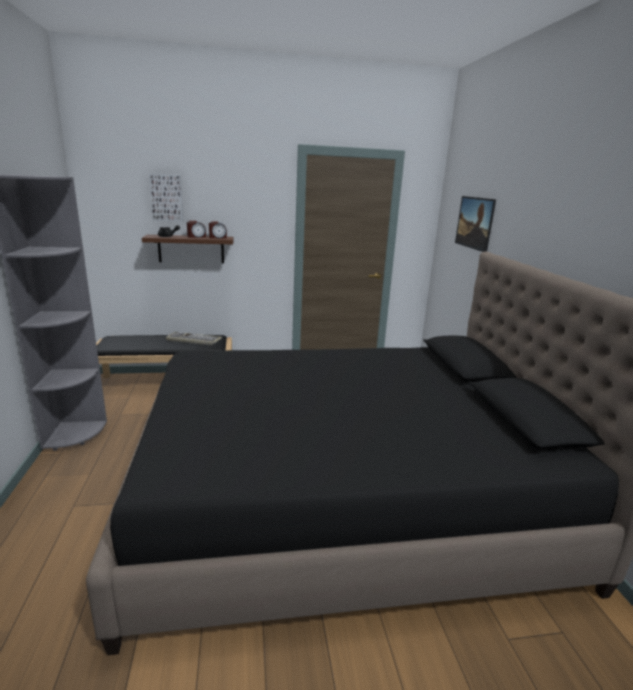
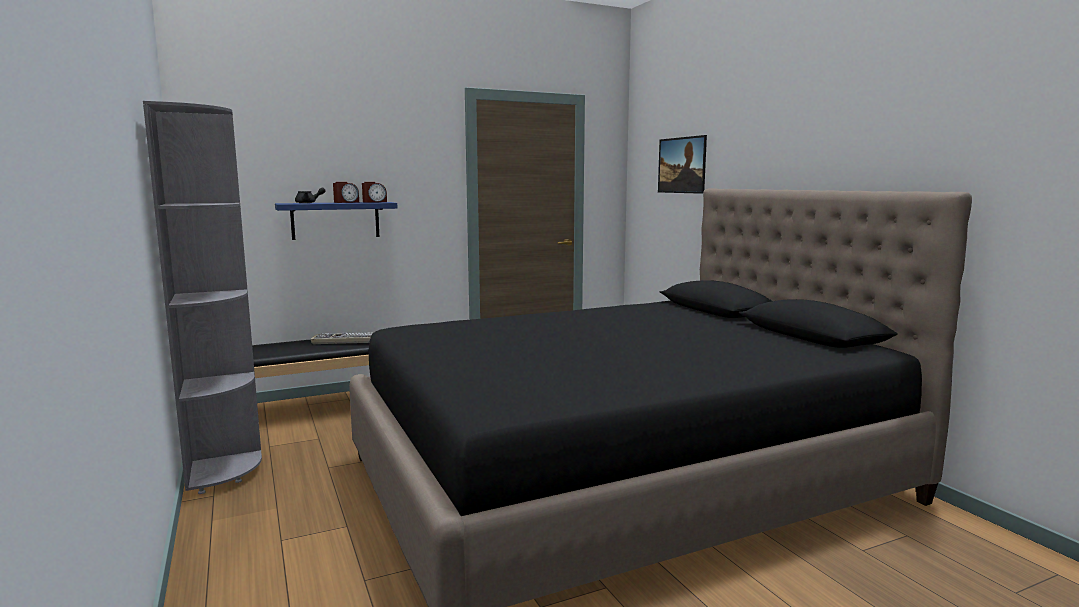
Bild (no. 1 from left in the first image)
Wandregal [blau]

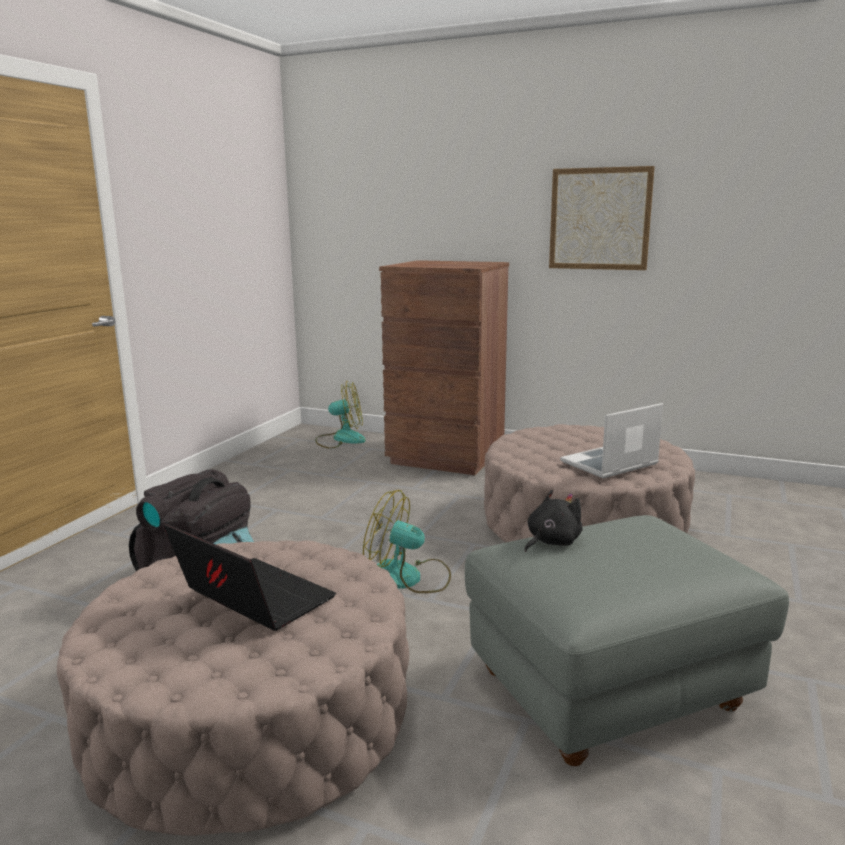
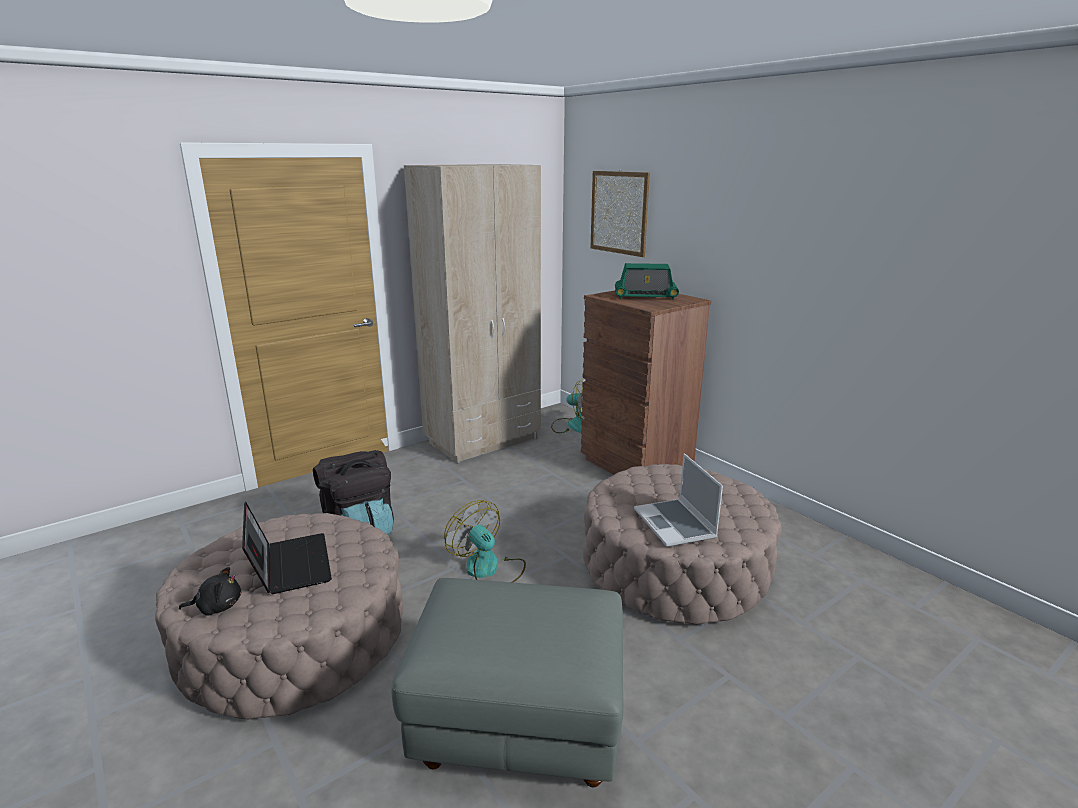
Kleiderschrank [beige]
Radio
Plüschtier [schwarz]
Bild
Laptop (no. 2 from left)

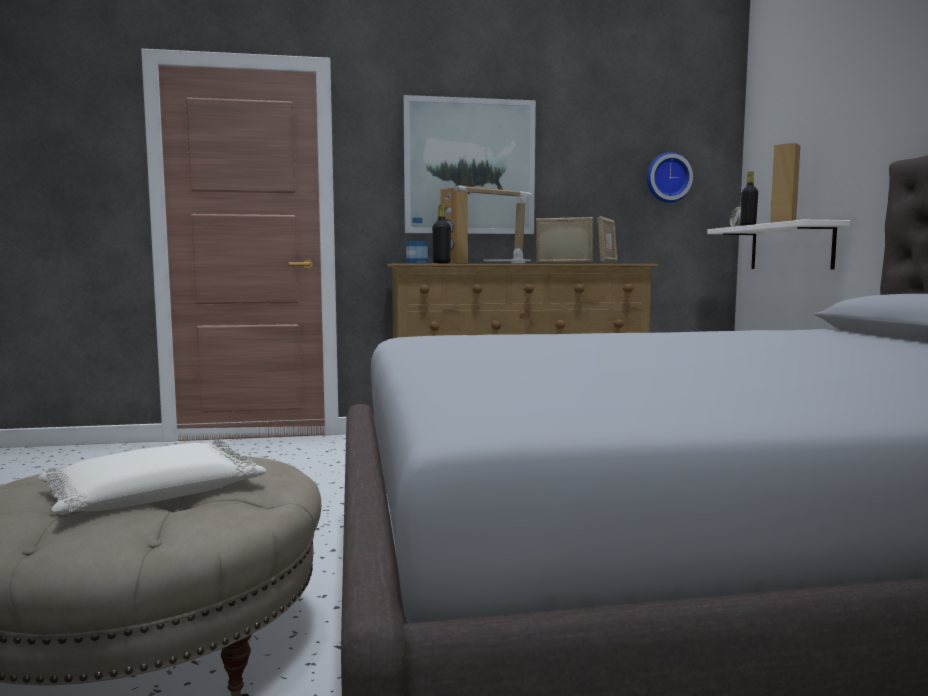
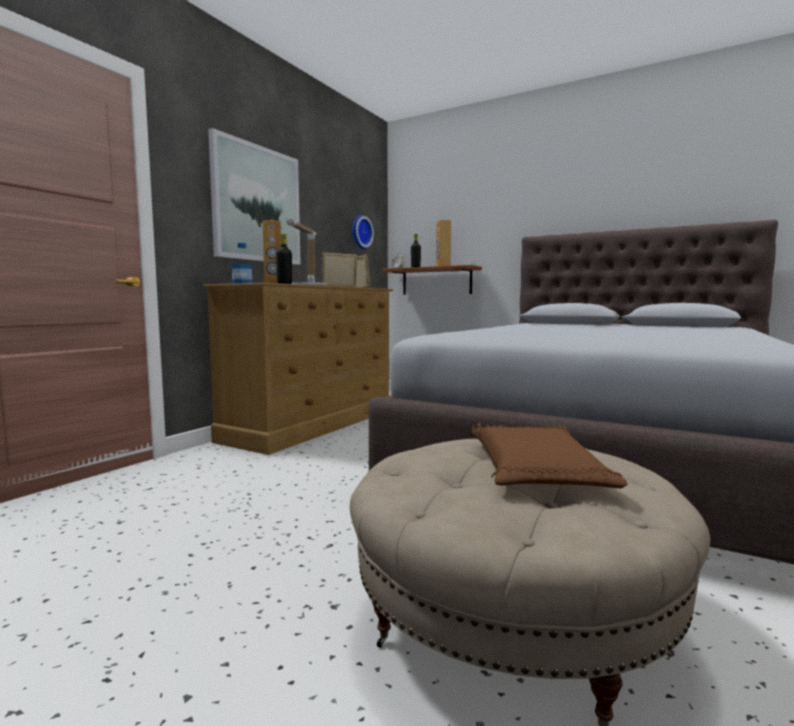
Kissen [braun]
Wandregal [braun]

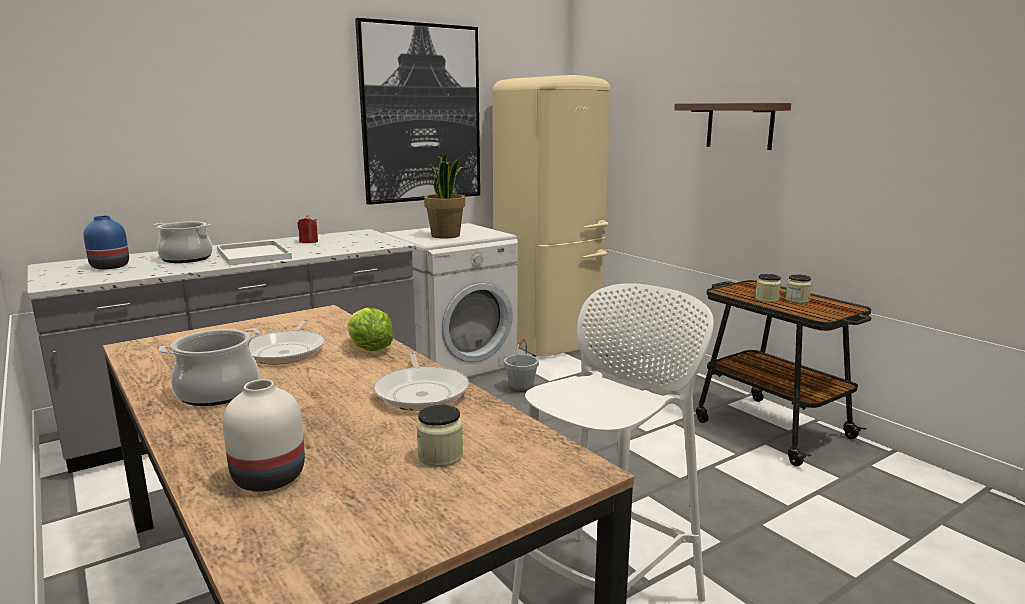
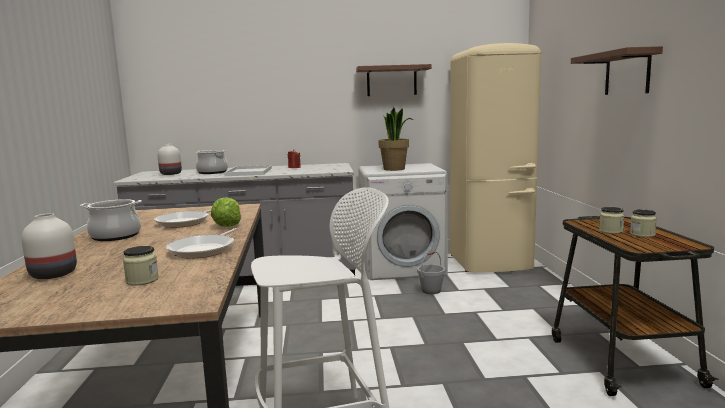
Wandregal [braun] (no. 1 from left)
Vase [weiß] (no. 2 from left)

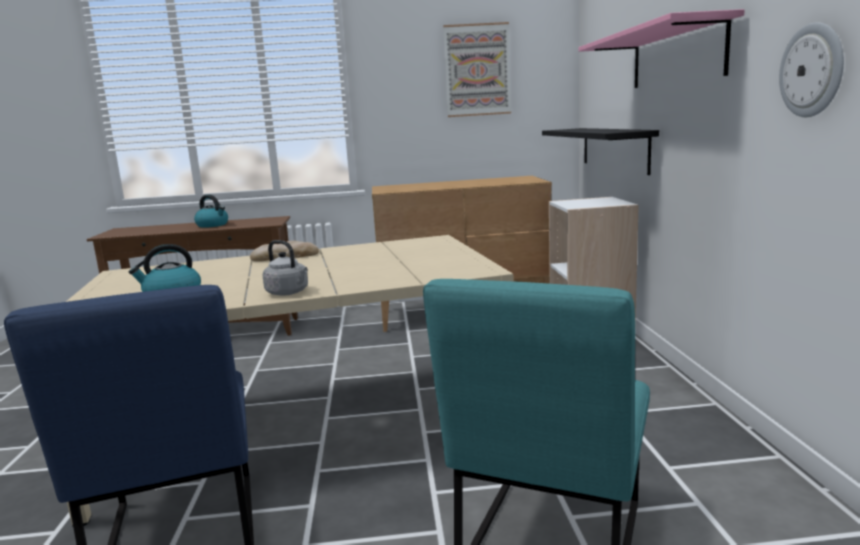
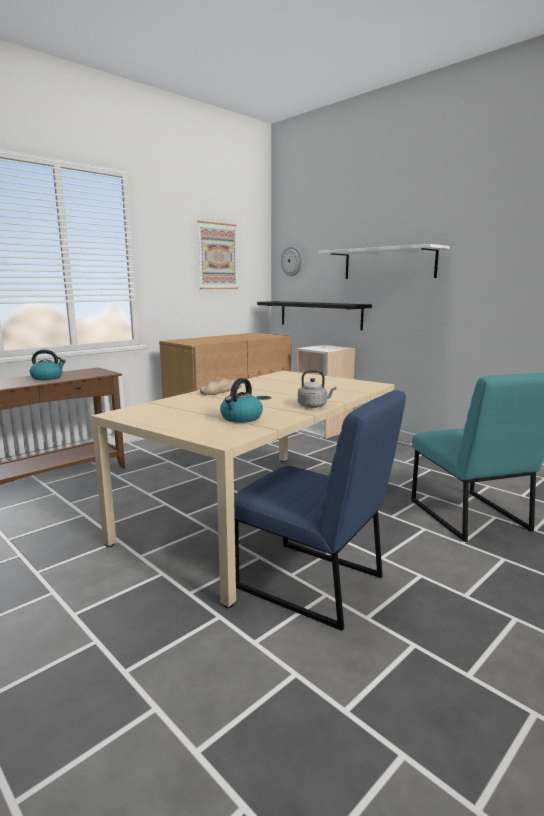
Wanduhr
Wandregal [weiß]

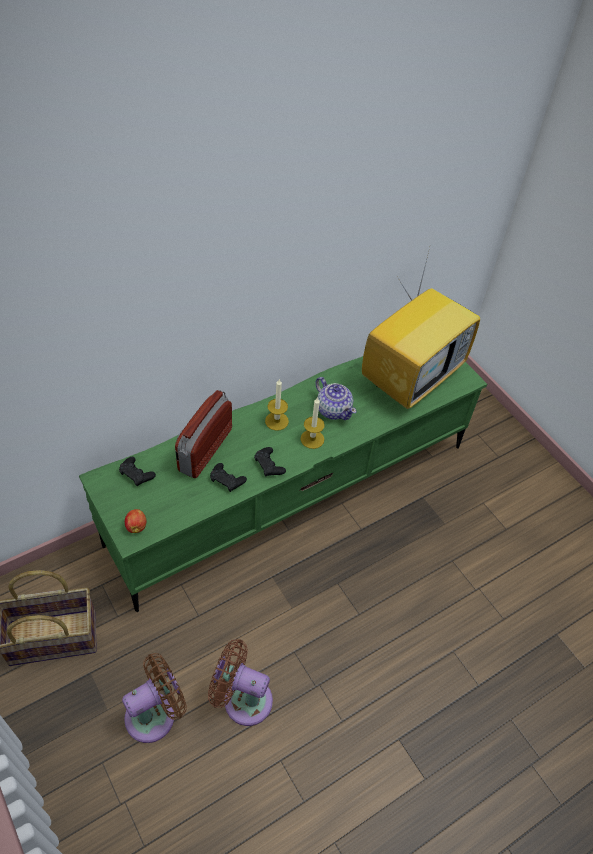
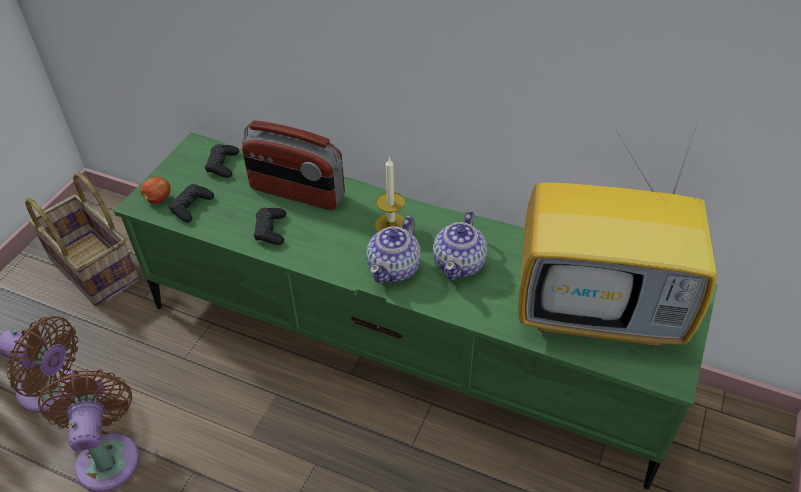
Gamepad [schwarz] (no. 1 from left)
Teekanne (no. 1 from left)
Radio

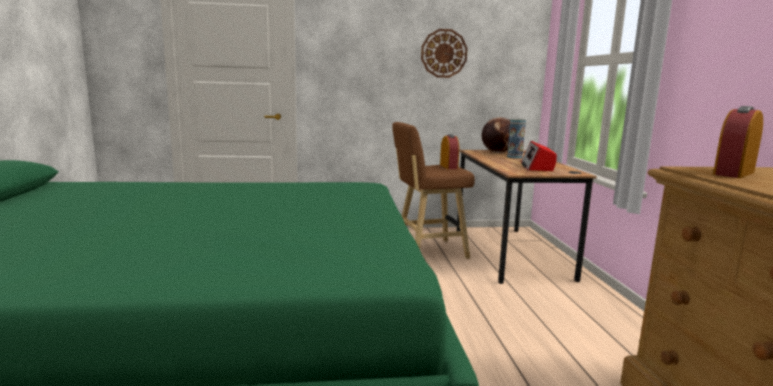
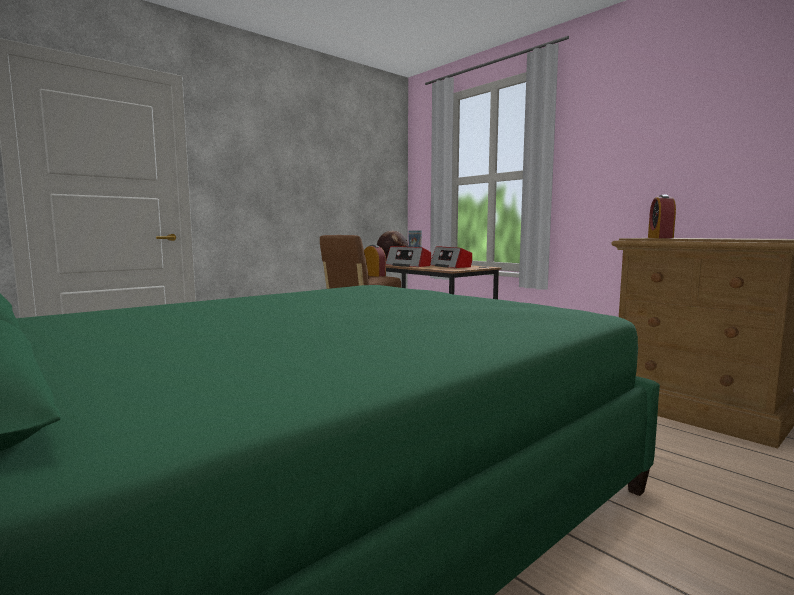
Wanduhr
Radio (no. 1 from left)

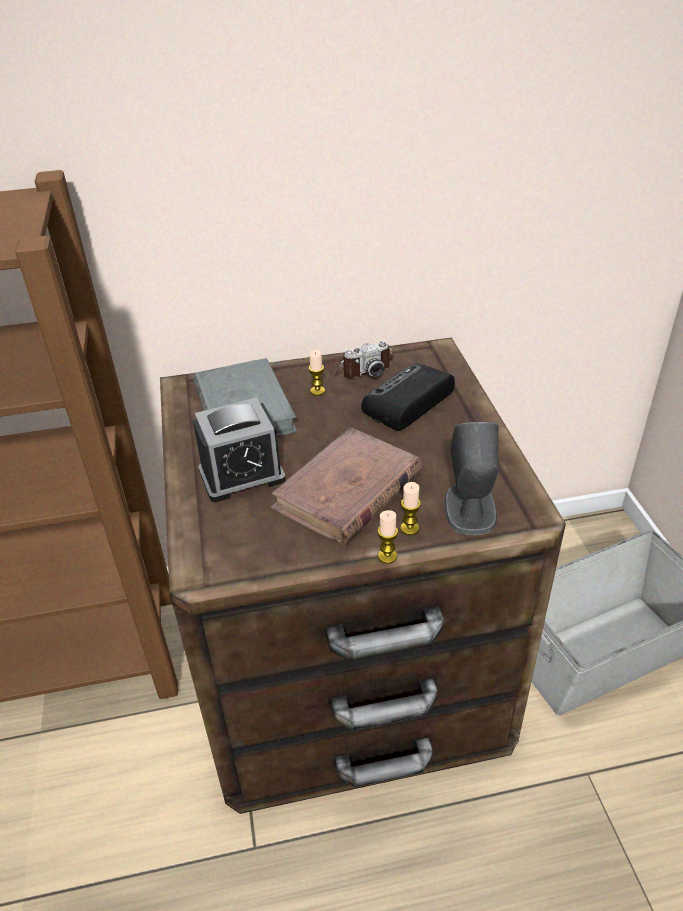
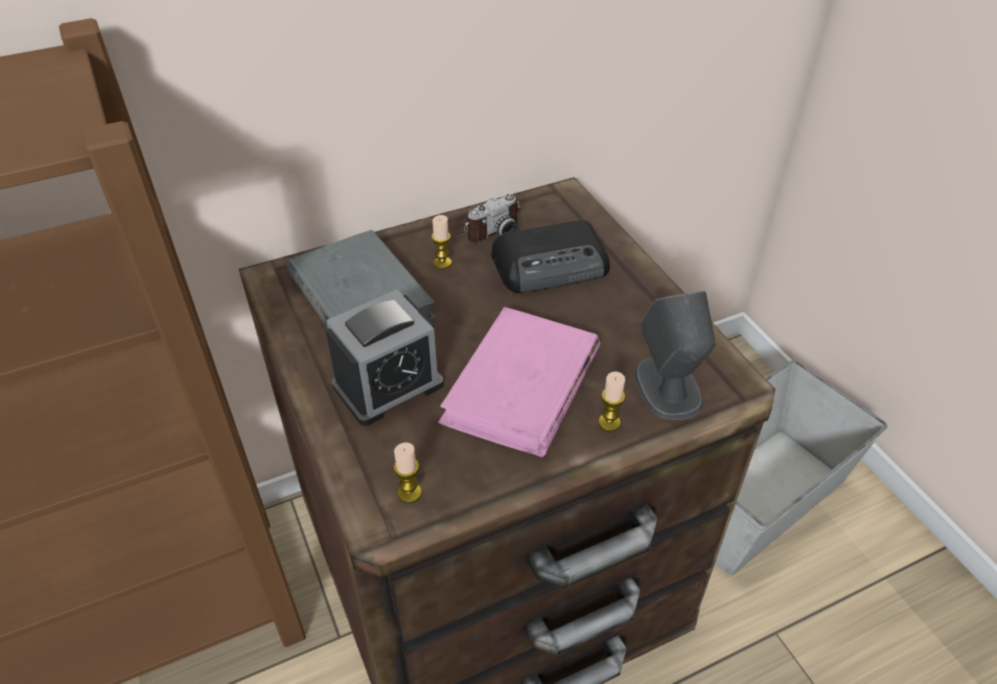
Kerze (no. 1 from left)
Buch [rosa]
Radio

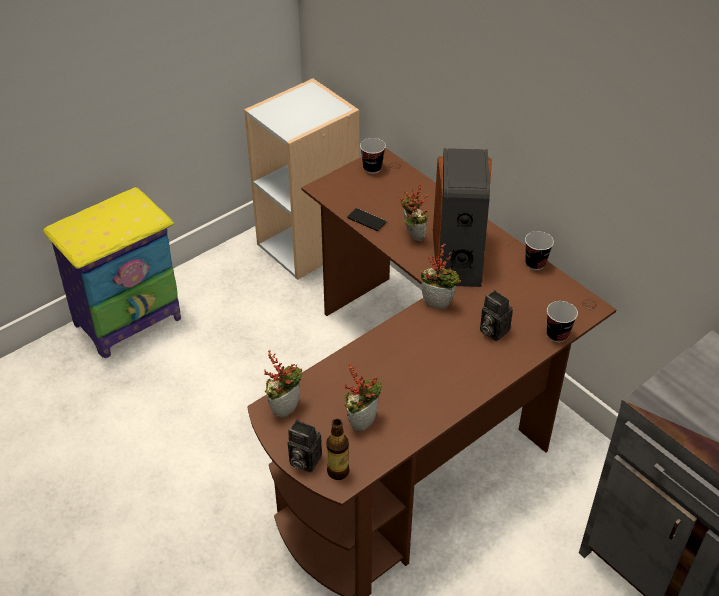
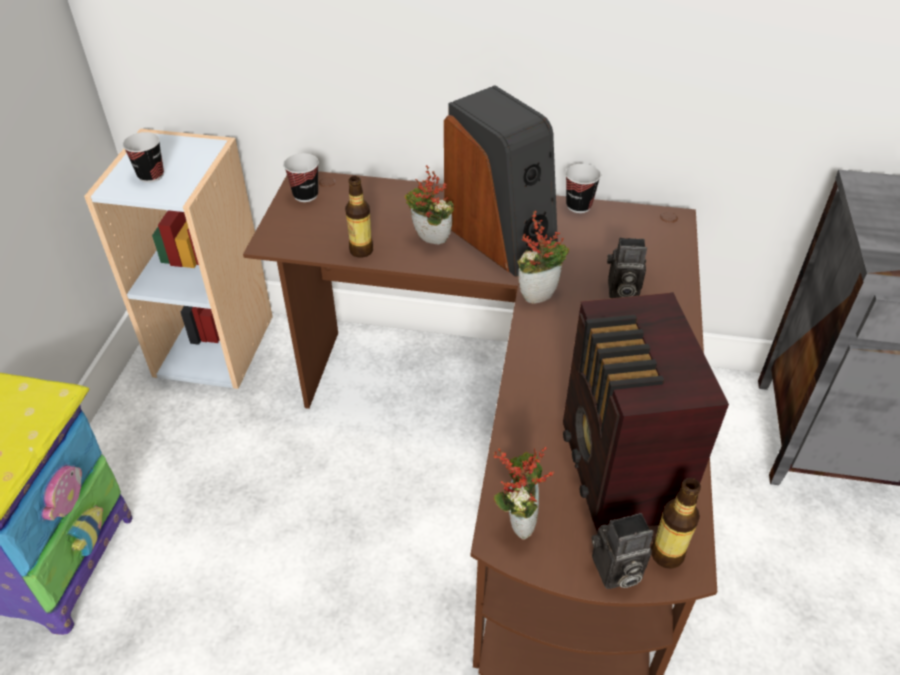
Tasse (no. 1 from left)
Radio
Flasche (no. 1 from left)

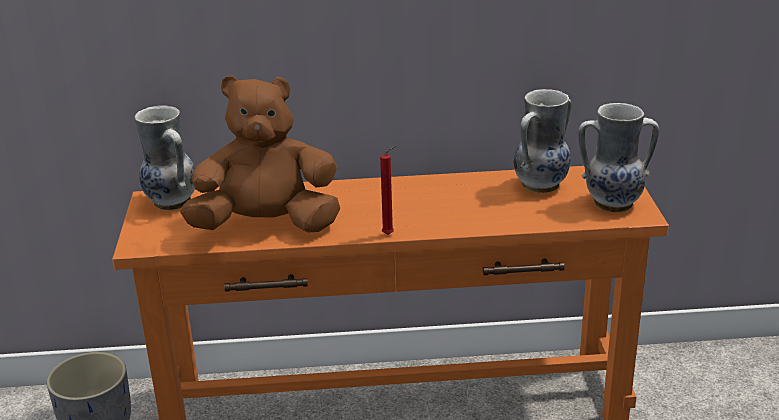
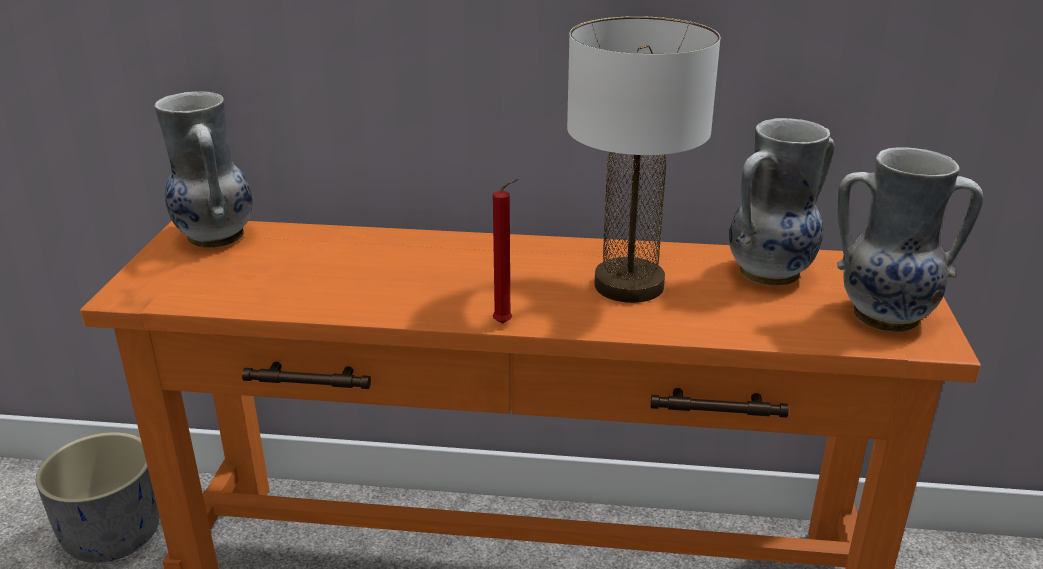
Plüschtier [braun]
Tischlampe

